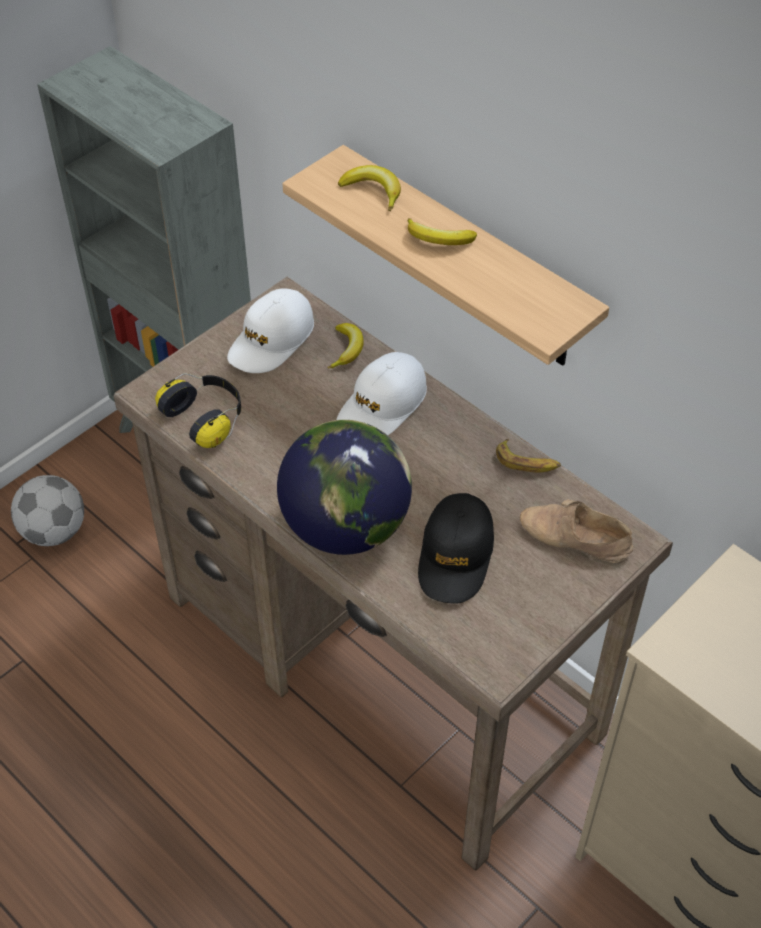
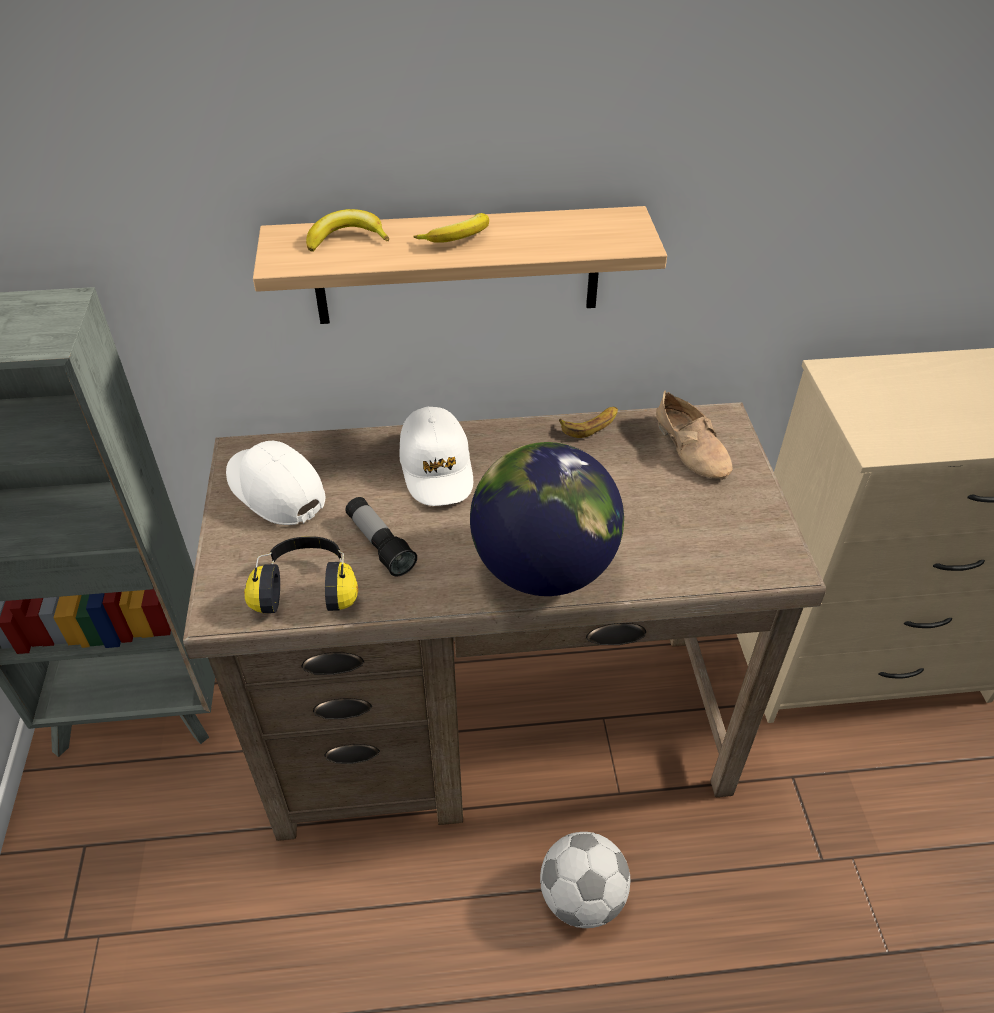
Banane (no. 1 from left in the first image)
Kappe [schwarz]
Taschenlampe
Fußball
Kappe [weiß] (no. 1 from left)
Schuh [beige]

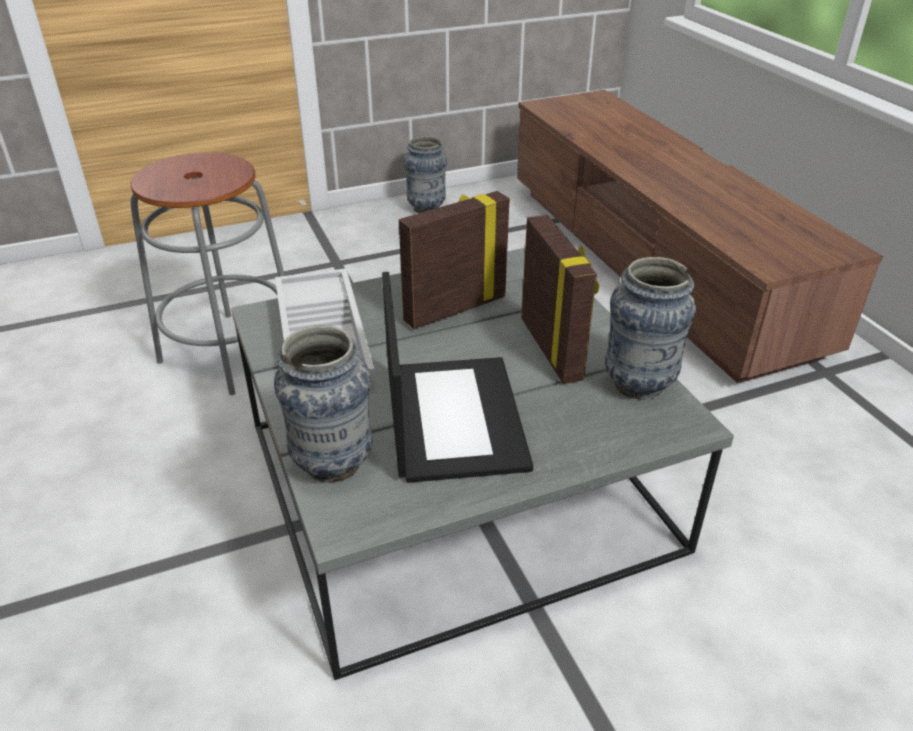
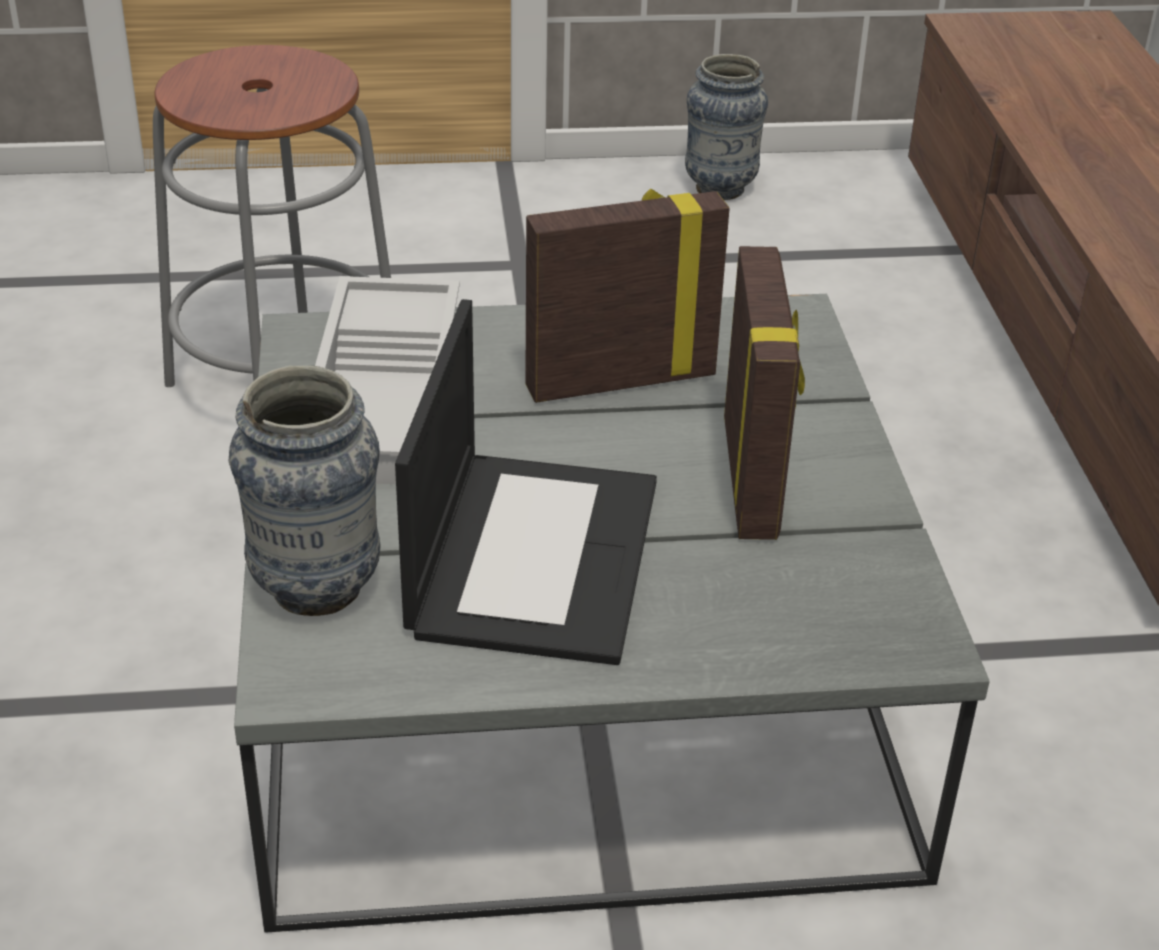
Vase (no. 3 from left in the first image)

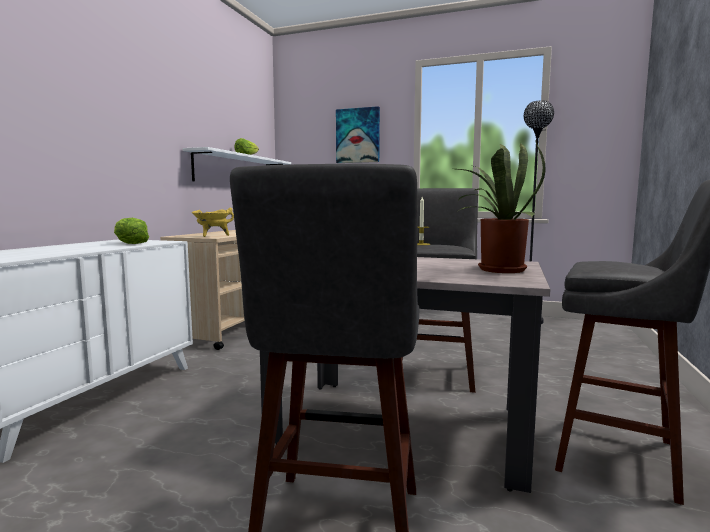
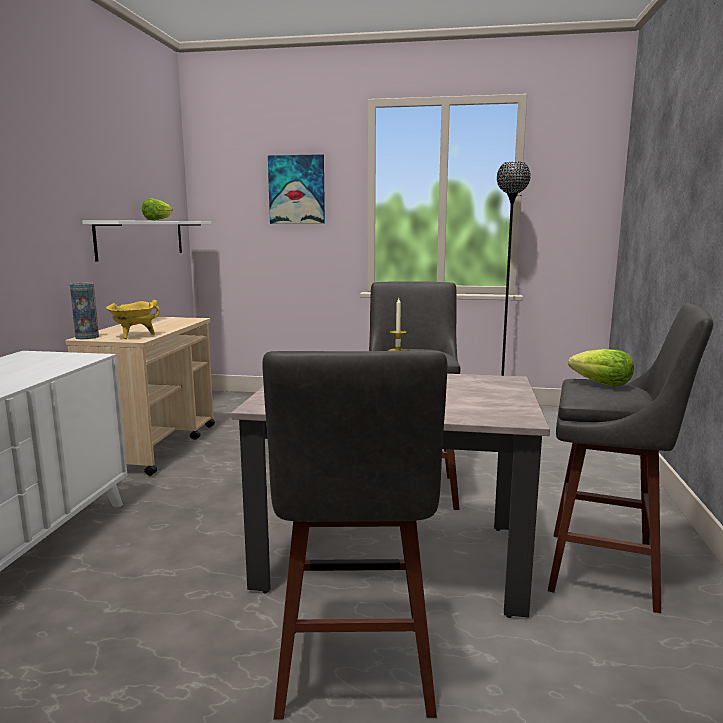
Topfpflanze
Vase
Salatkopf (no. 2 from left)

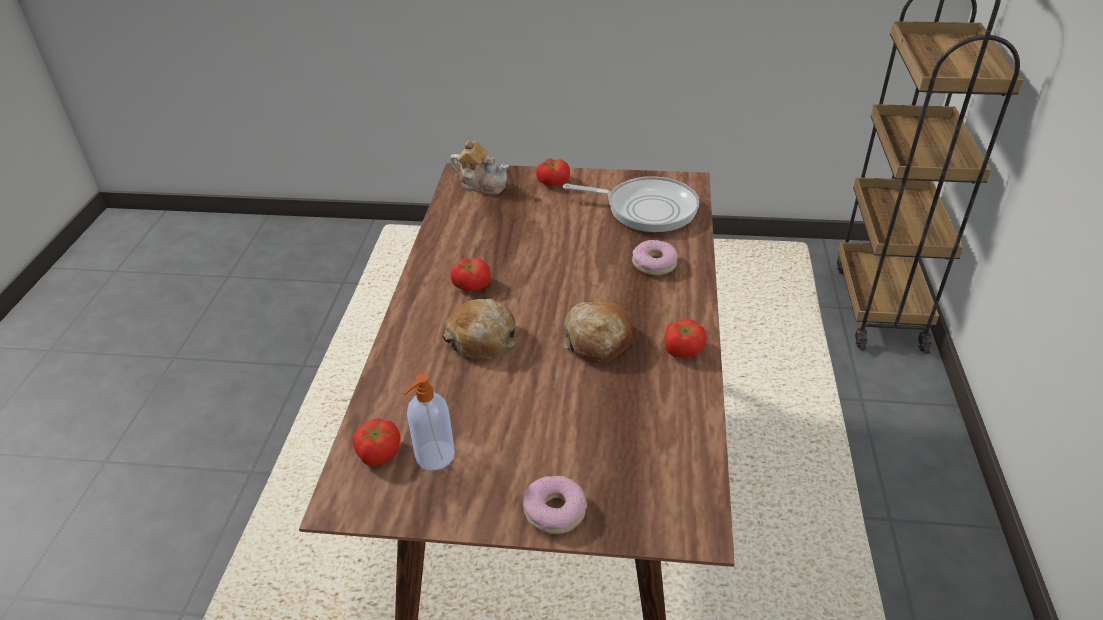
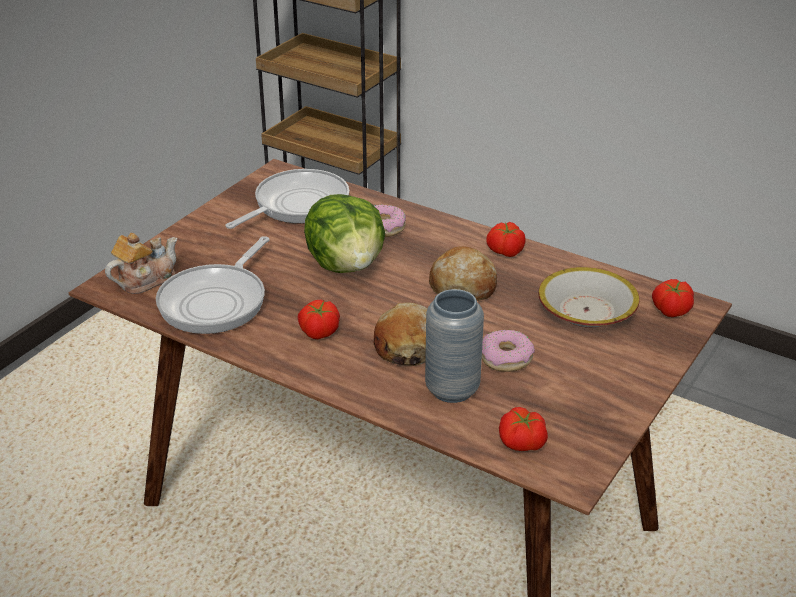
Seifenspender
Pfanne (no. 1 from left)
Salatkopf
Vase [grau]
Schüssel
Donut (no. 2 from left)
Tomate (no. 4 from left)

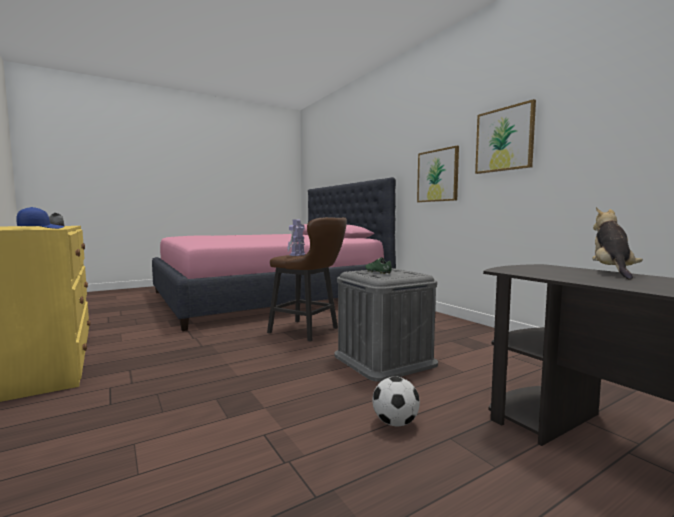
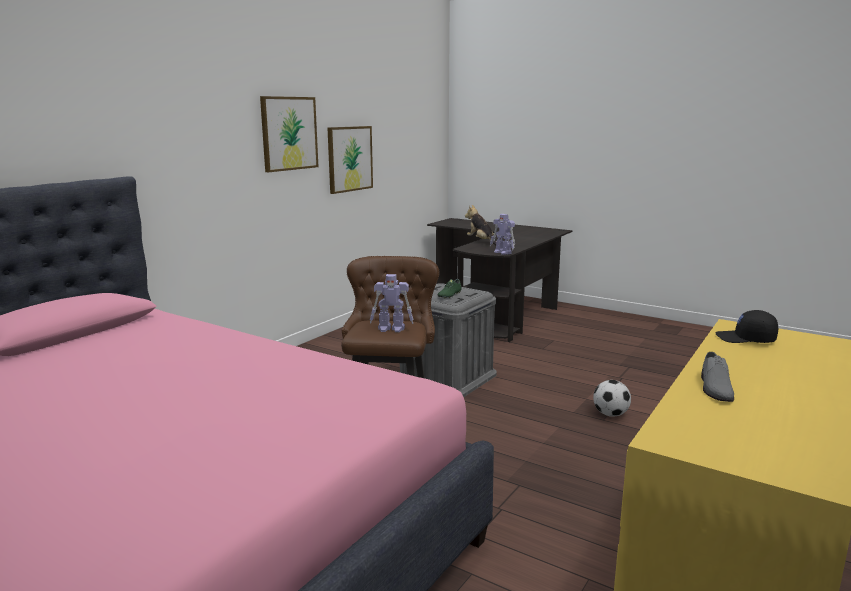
Spielzeugroboter (no. 2 from left)
Fußball
Bild (no. 2 from left)
Kappe [schwarz]
Plüschtier

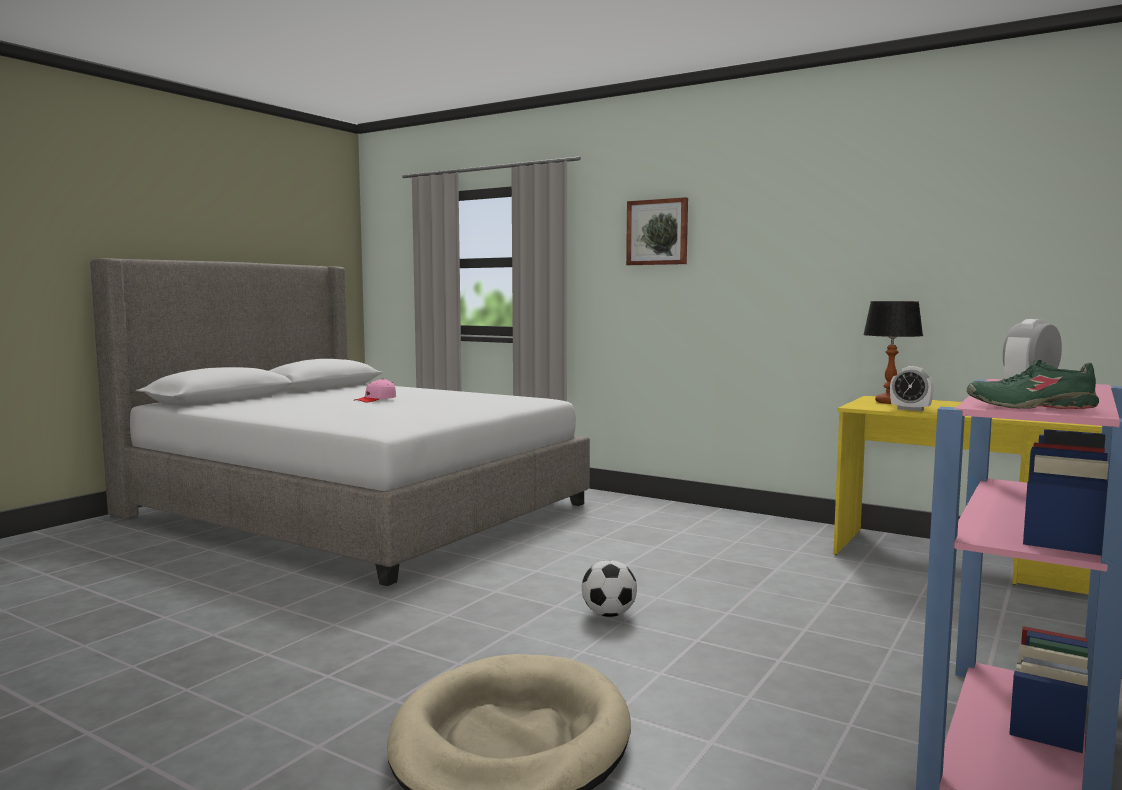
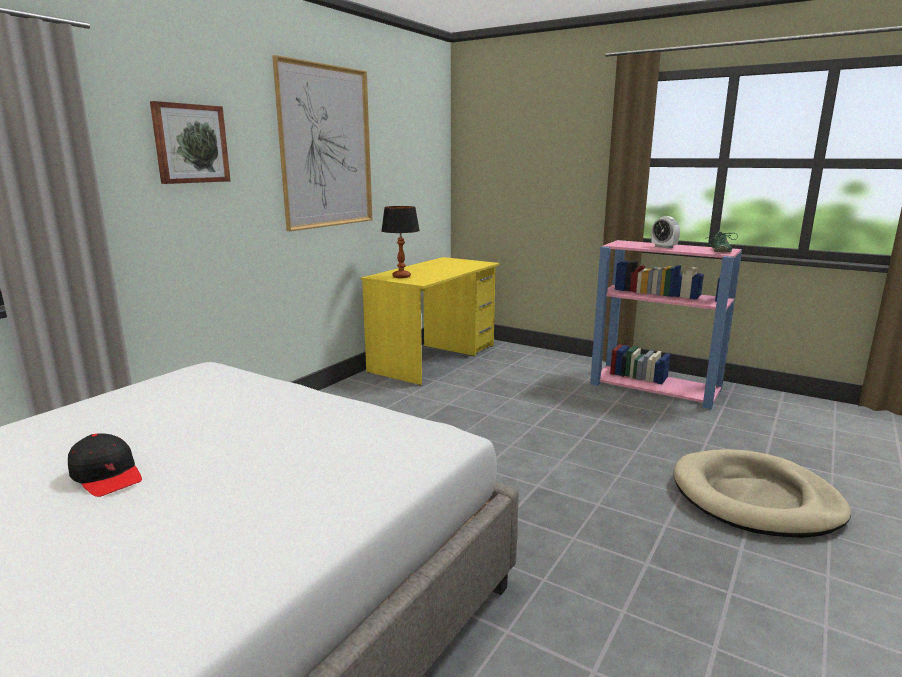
Fußball
Wecker (no. 1 from left in the first image)
Bild (no. 2 from left)
Kappe [schwarz]

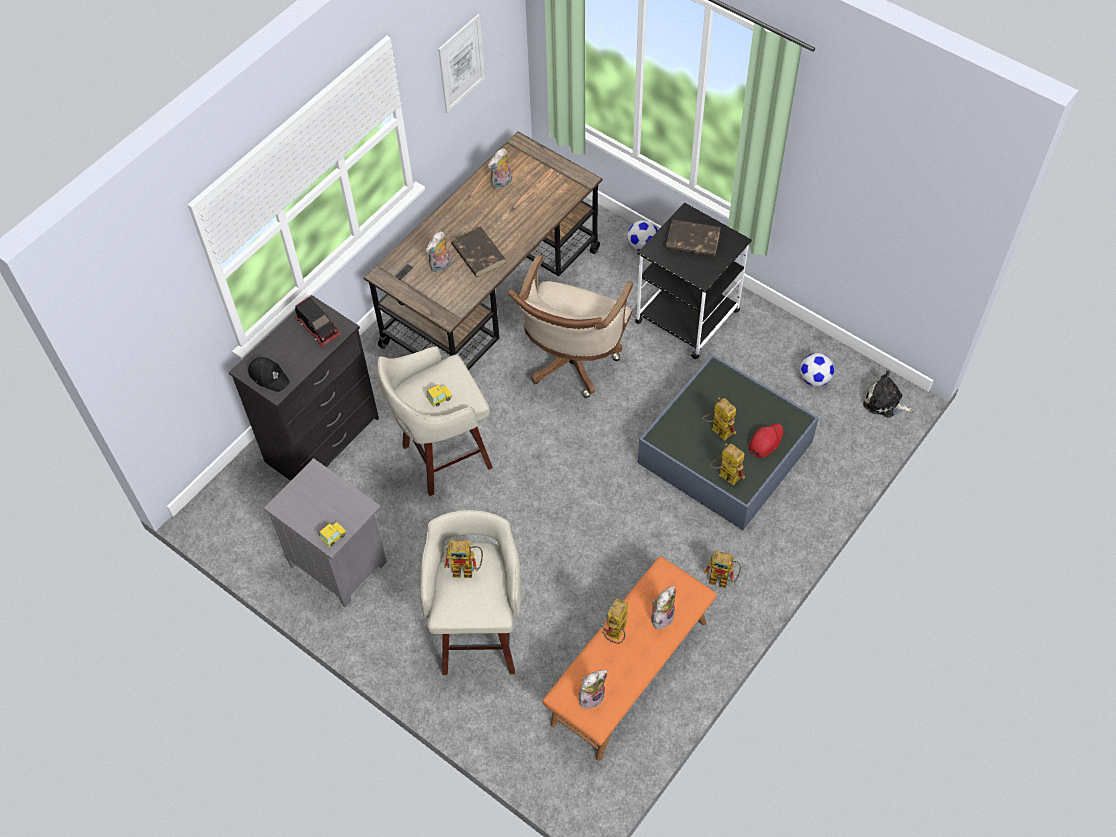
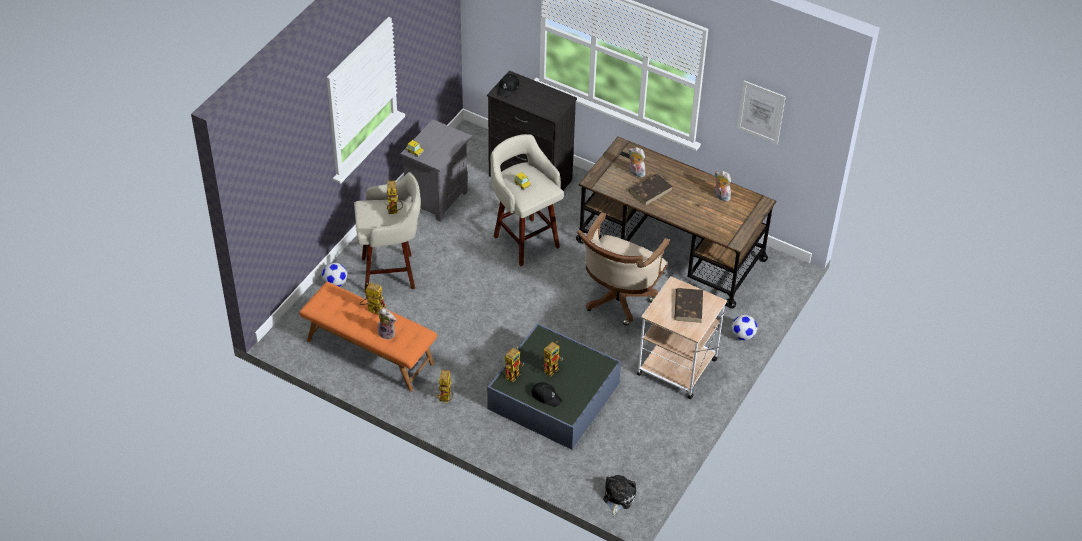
Spielzeuglaster
Plüschtier (no. 3 from left in the first image)
Fußball (no. 1 from left)
Rollwagen [beige]
Kappe [schwarz] (no. 2 from left)
Bürostuhl

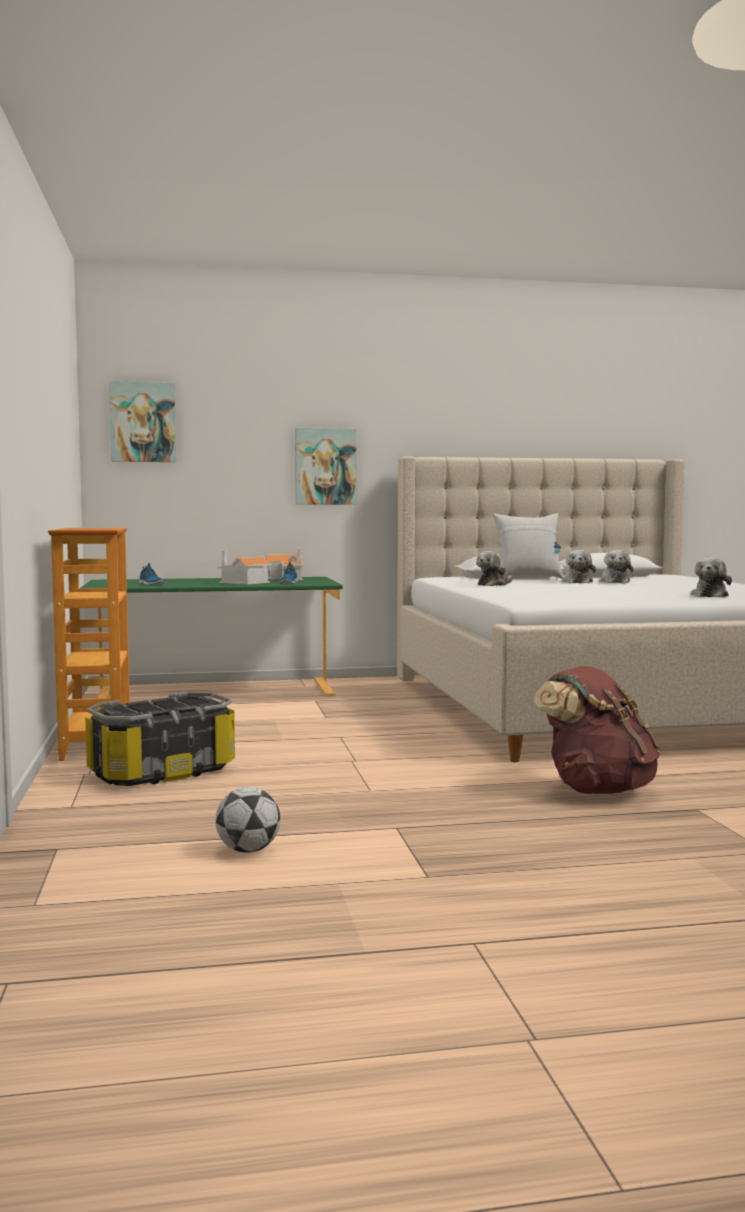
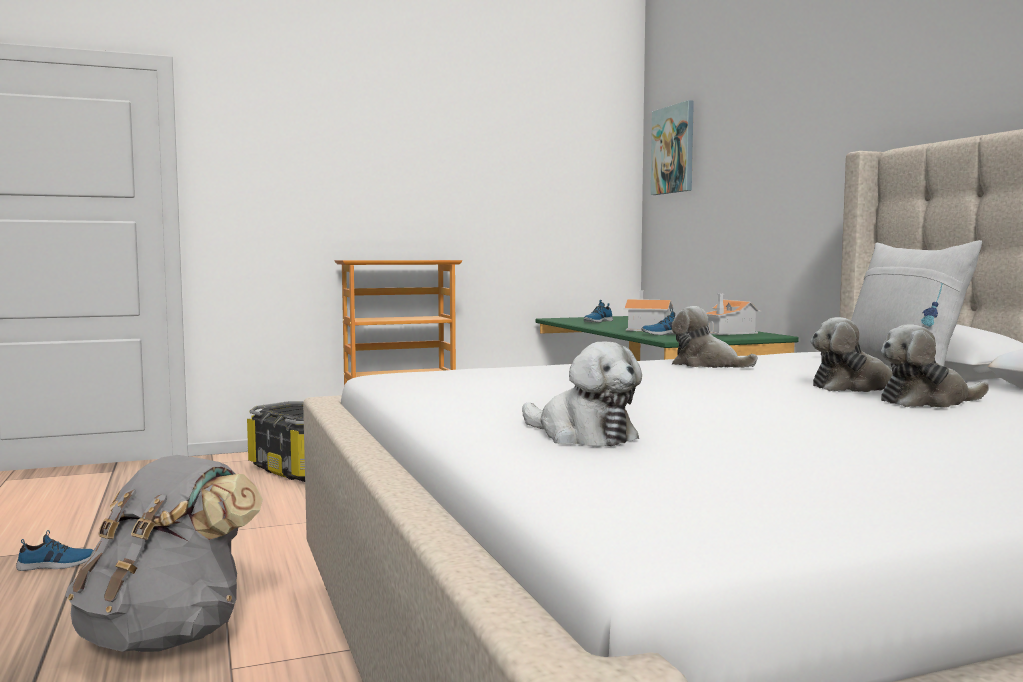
Fußball
Bild (no. 2 from left in the first image)
Schuh (no. 1 from left)
Rucksack [grau]
Plüschtier (no. 1 from left)

